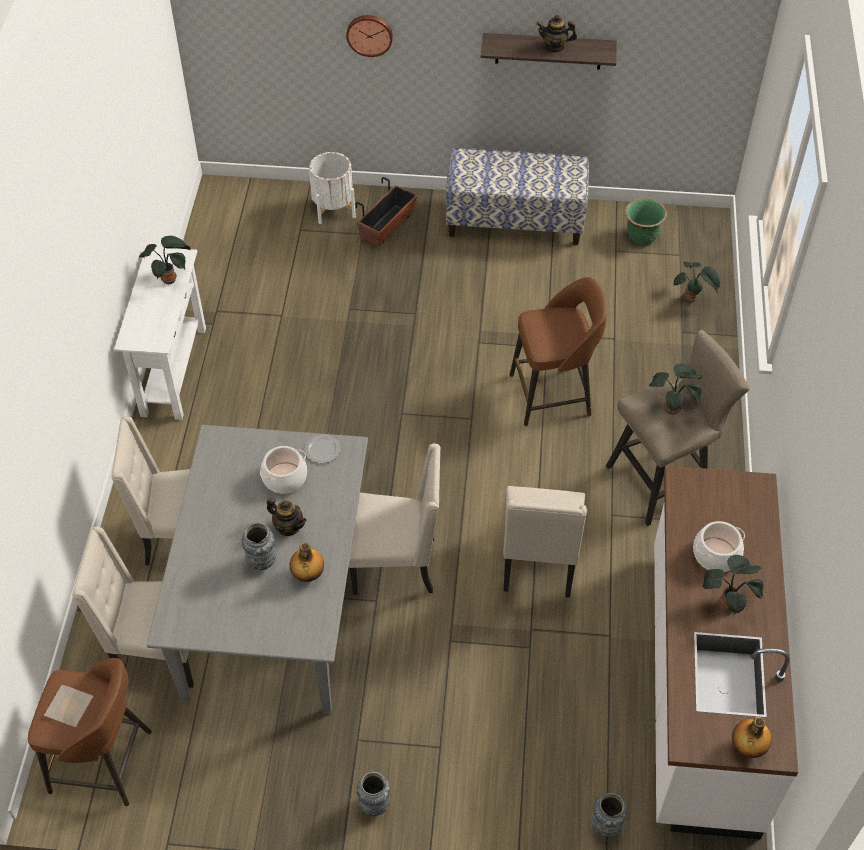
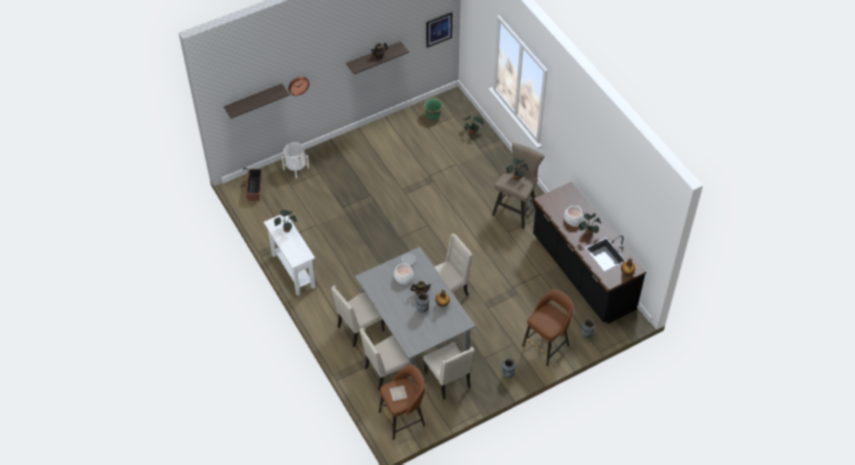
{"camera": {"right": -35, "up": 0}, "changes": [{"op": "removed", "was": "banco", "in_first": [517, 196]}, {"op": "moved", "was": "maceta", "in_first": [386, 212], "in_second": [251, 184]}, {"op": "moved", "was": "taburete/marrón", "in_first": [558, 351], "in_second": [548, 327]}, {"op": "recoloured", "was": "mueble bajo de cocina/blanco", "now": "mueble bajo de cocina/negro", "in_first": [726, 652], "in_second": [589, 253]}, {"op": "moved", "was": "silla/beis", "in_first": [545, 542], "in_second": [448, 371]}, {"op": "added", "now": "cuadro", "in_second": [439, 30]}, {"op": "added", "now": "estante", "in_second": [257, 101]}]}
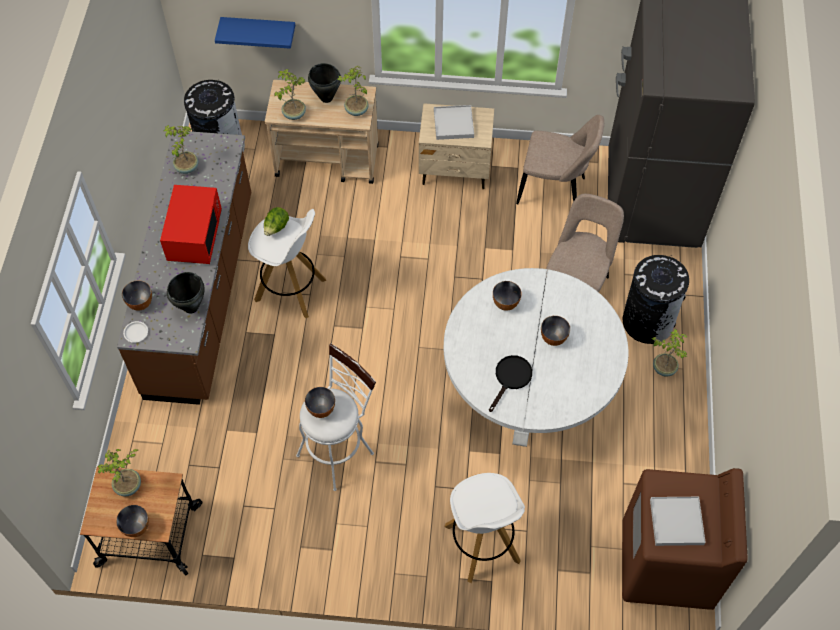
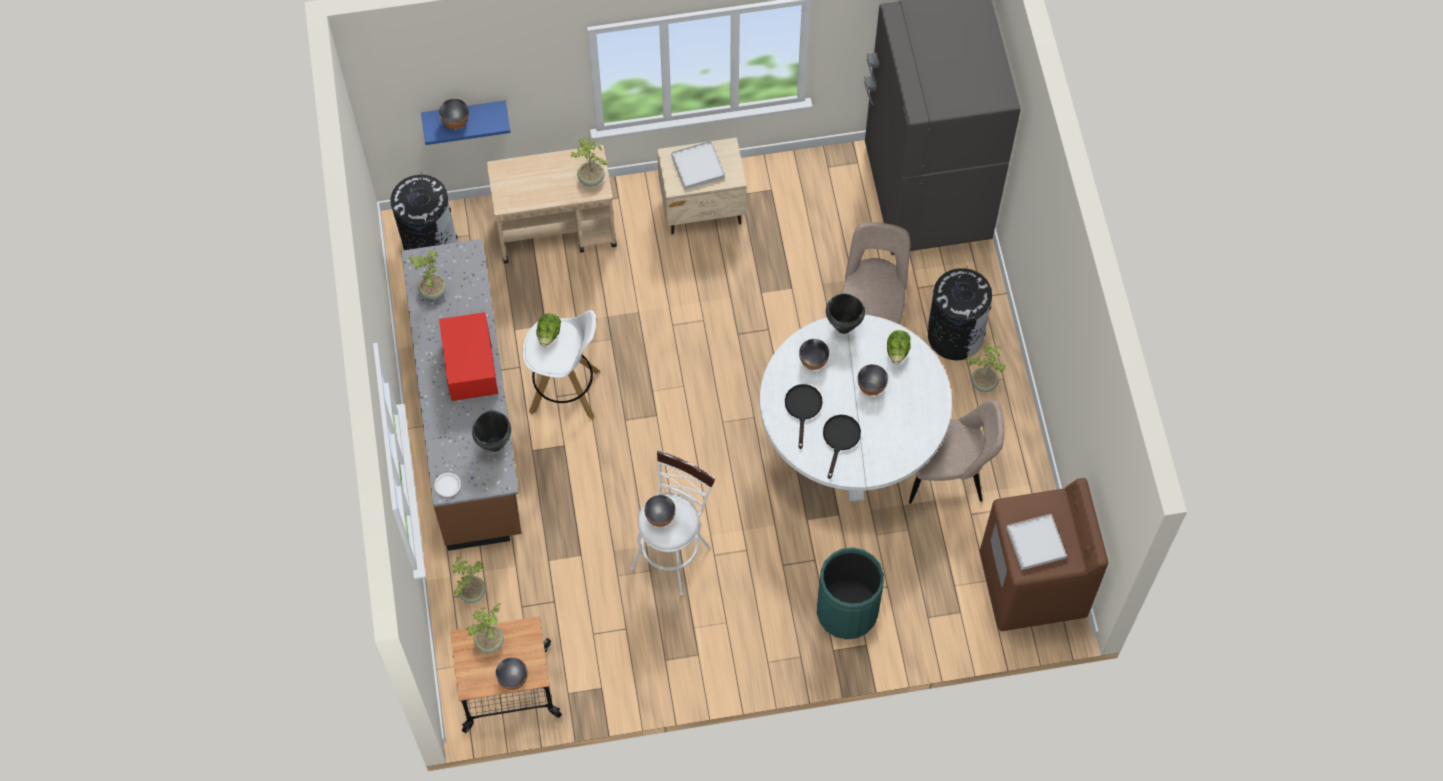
{"camera": {"right": -15, "up": 5}, "changes": [{"op": "moved", "was": "olla/negro", "in_first": [324, 83], "in_second": [845, 314]}, {"op": "moved", "was": "planta en maceta", "in_first": [290, 94], "in_second": [468, 579]}, {"op": "moved", "was": "silla/beis", "in_first": [560, 159], "in_second": [956, 452]}, {"op": "moved", "was": "cuenco", "in_first": [137, 295], "in_second": [454, 113]}, {"op": "replaced", "was": "taburete/blanco", "now": "papelera/verde", "in_first": [484, 528], "in_second": [850, 593]}, {"op": "added", "now": "lechuga", "in_second": [899, 347]}, {"op": "added", "now": "sartén/negro", "in_second": [804, 416]}]}
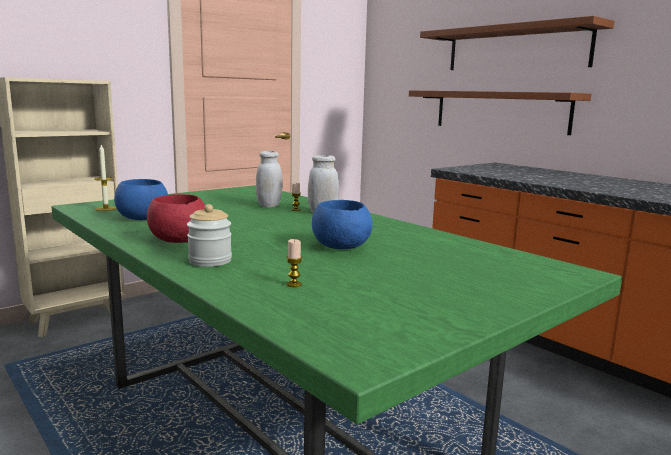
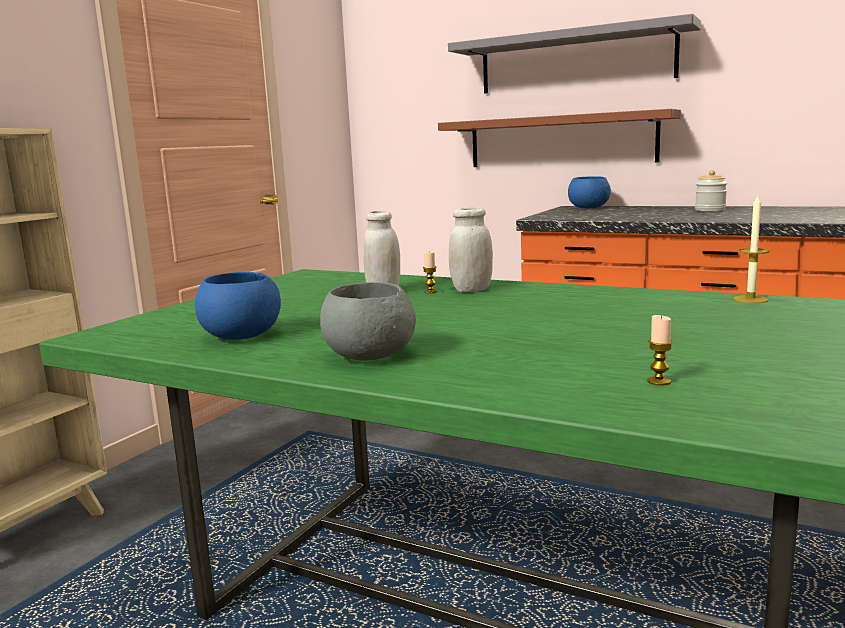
{"camera": {"right": -20, "up": 0}, "changes": [{"op": "recoloured", "was": "estante/marrón", "now": "estante/gris", "in_first": [517, 43], "in_second": [574, 54]}, {"op": "moved", "was": "vela", "in_first": [106, 178], "in_second": [751, 249]}, {"op": "recoloured", "was": "cuenco/rojo", "now": "cuenco/gris", "in_first": [176, 218], "in_second": [368, 321]}, {"op": "moved", "was": "cuenco/azul", "in_first": [342, 224], "in_second": [589, 192]}, {"op": "moved", "was": "tarro", "in_first": [209, 235], "in_second": [711, 190]}]}
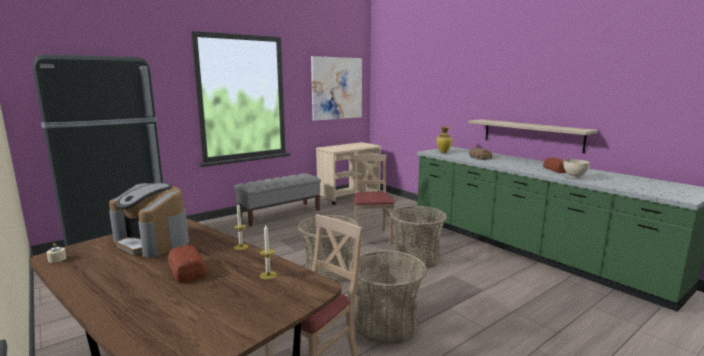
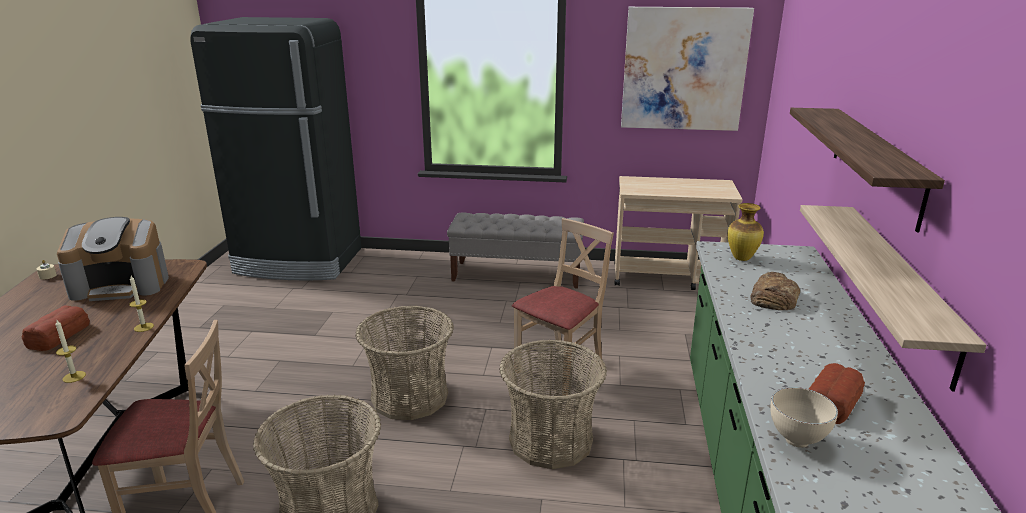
{"camera": {"right": 45, "up": 10}, "changes": [{"op": "turned", "was": "cafetera", "in_first": [149, 220], "in_second": [113, 259], "clockwise": -90}, {"op": "added", "now": "estante", "in_second": [867, 170]}]}
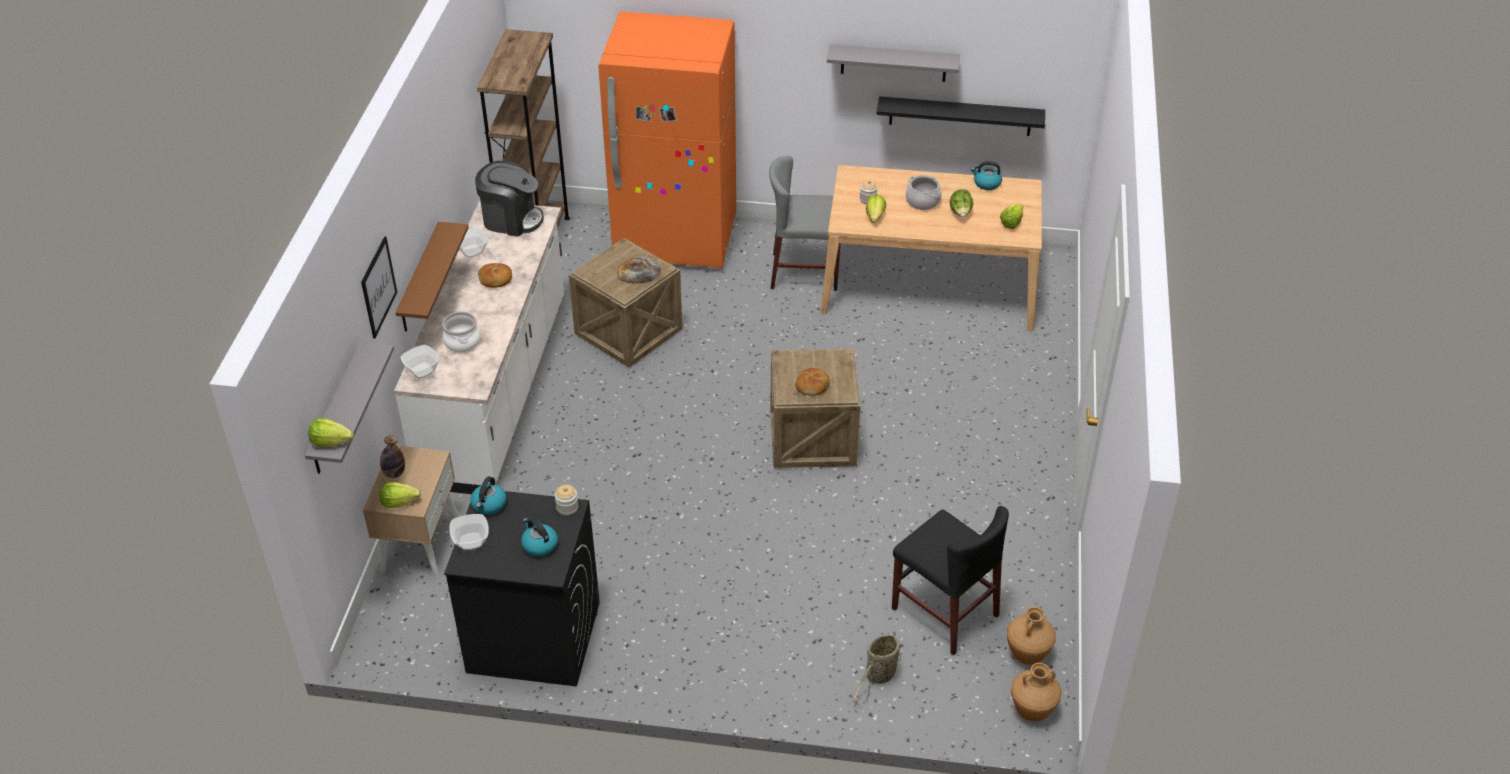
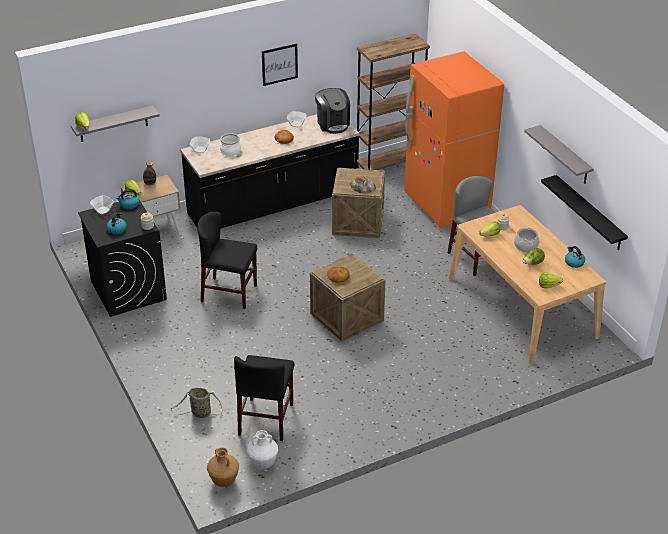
{"camera": {"right": 55, "up": -5}, "changes": [{"op": "recoloured", "was": "mueble bajo de cocina/blanco", "now": "mueble bajo de cocina/negro", "in_first": [479, 347], "in_second": [269, 171]}, {"op": "removed", "was": "estante/marrón", "in_first": [432, 277]}, {"op": "moved", "was": "cuadro", "in_first": [379, 287], "in_second": [280, 64]}, {"op": "recoloured", "was": "florero/marrón", "now": "florero/blanco", "in_first": [1031, 636], "in_second": [262, 449]}, {"op": "added", "now": "silla/negro", "in_second": [227, 260]}]}
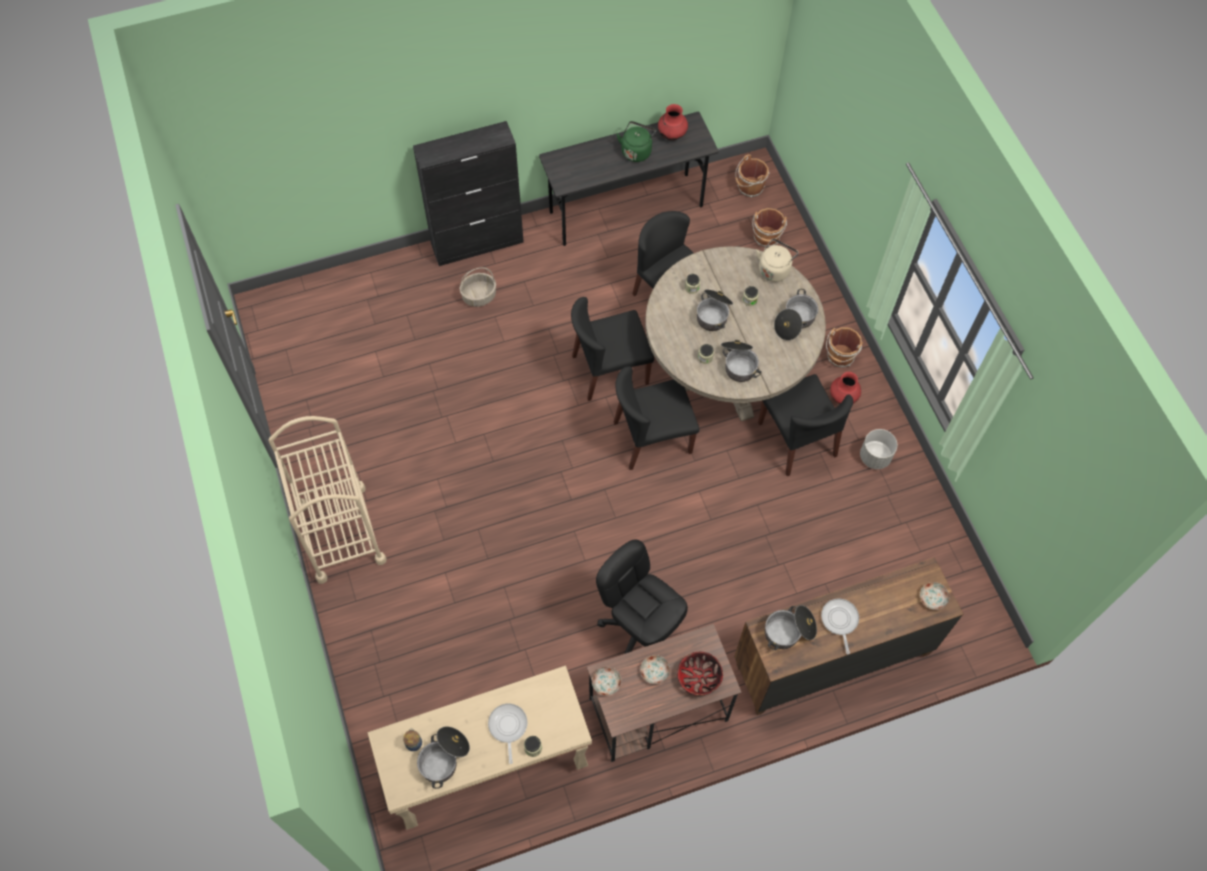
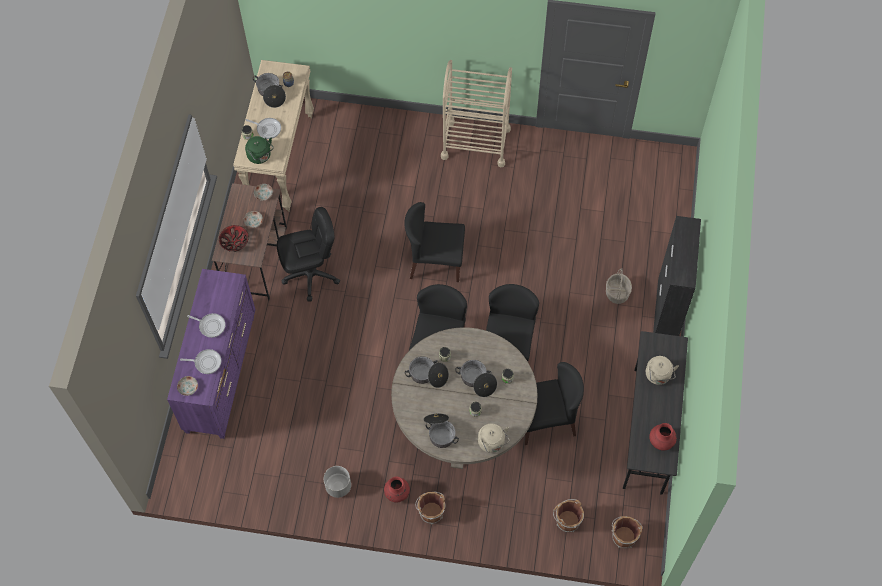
{"camera": {"right": 120, "up": 0}, "changes": [{"op": "moved", "was": "hervidor/verde", "in_first": [636, 141], "in_second": [259, 150]}, {"op": "moved", "was": "silla/negro", "in_first": [805, 425], "in_second": [434, 242]}, {"op": "recoloured", "was": "cómoda/marrón", "now": "cómoda/morado", "in_first": [848, 636], "in_second": [211, 354]}, {"op": "removed", "was": "olla", "in_first": [791, 627]}, {"op": "added", "now": "sartén", "in_second": [200, 361]}, {"op": "added", "now": "hervidor/beis", "in_second": [662, 370]}]}
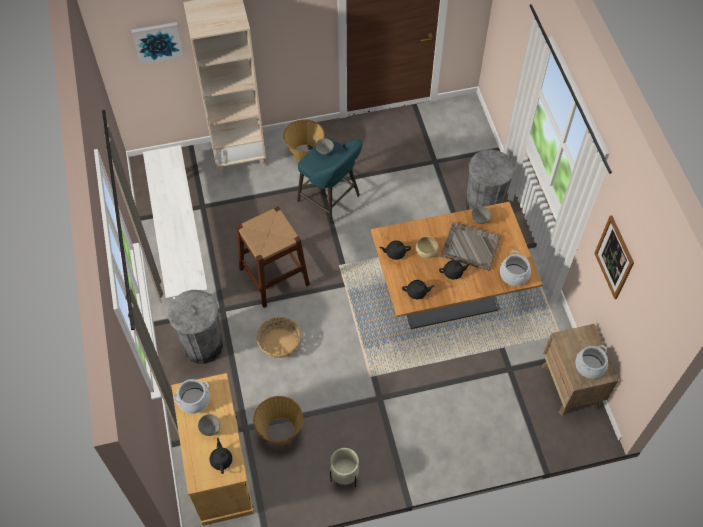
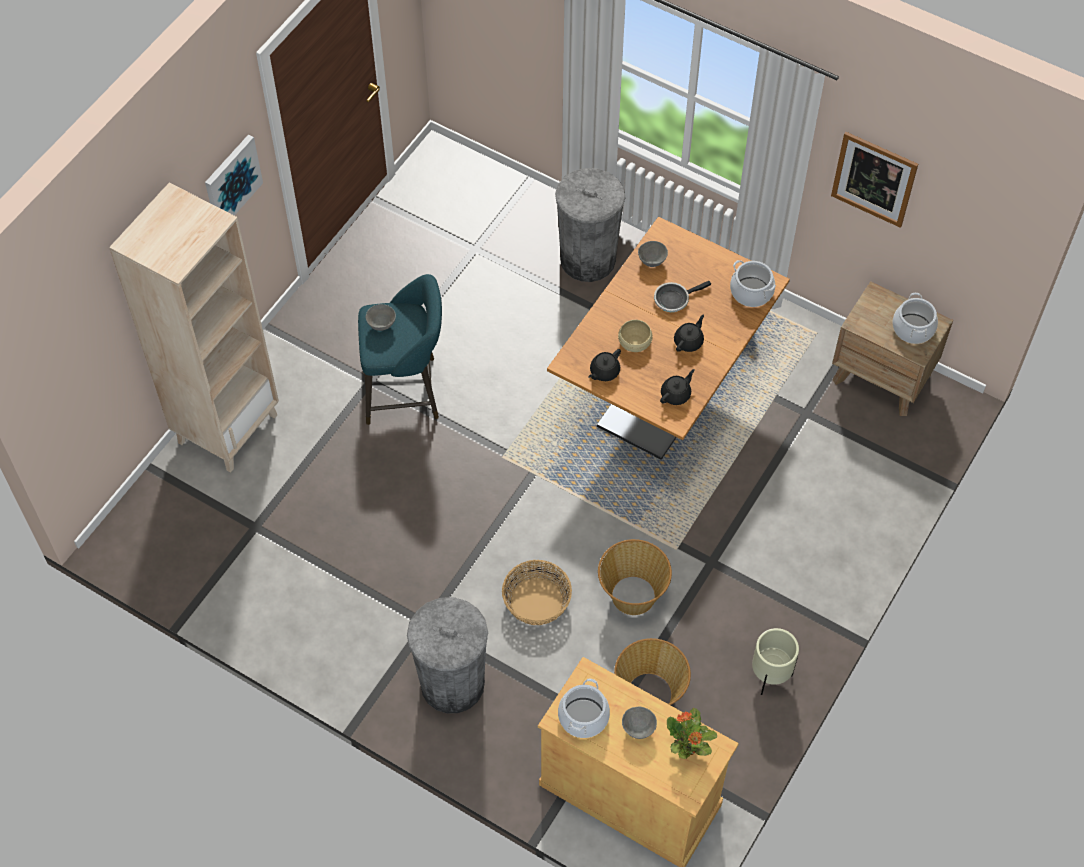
{"camera": {"right": -45, "up": 0}, "changes": [{"op": "moved", "was": "cuadro", "in_first": [158, 43], "in_second": [234, 175]}, {"op": "moved", "was": "cesta", "in_first": [304, 140], "in_second": [635, 577]}, {"op": "removed", "was": "banco/blanco", "in_first": [175, 222]}, {"op": "removed", "was": "taburete/marrón", "in_first": [273, 257]}, {"op": "replaced", "was": "bandeja/gris", "now": "sartén", "in_first": [471, 246], "in_second": [682, 296]}, {"op": "replaced", "was": "tetera/negro", "now": "planta en maceta", "in_first": [221, 456], "in_second": [692, 733]}]}
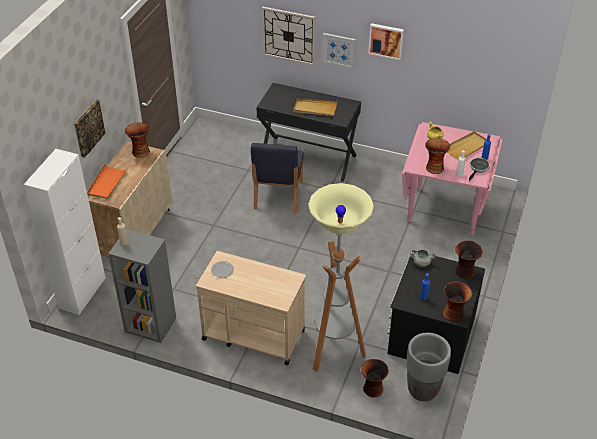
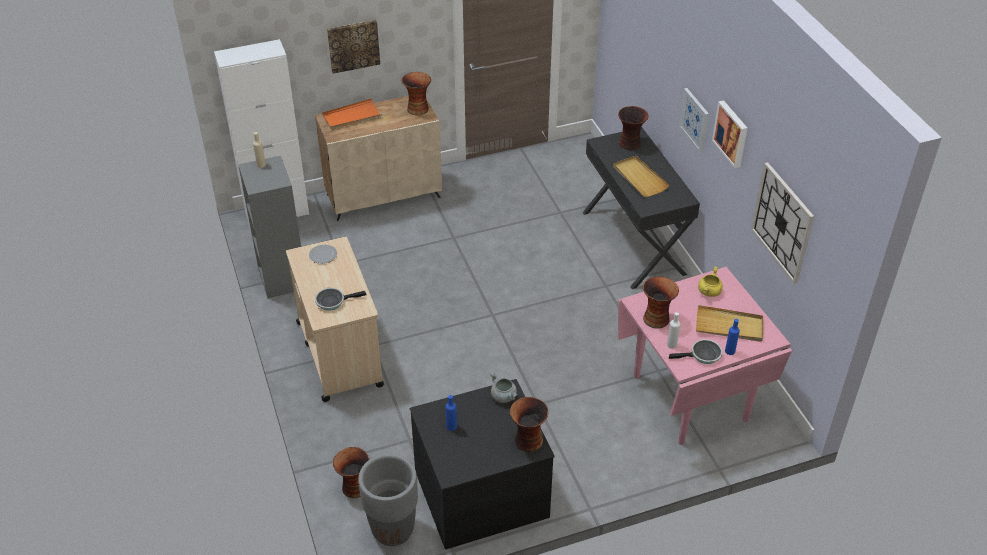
{"camera": {"right": 50, "up": 0}, "changes": [{"op": "moved", "was": "reloj de pared", "in_first": [288, 36], "in_second": [782, 223]}, {"op": "removed", "was": "silla/azul", "in_first": [277, 178]}, {"op": "removed", "was": "lámpara de pie", "in_first": [341, 277]}, {"op": "moved", "was": "florero", "in_first": [457, 302], "in_second": [633, 128]}, {"op": "added", "now": "sartén", "in_second": [341, 299]}]}
